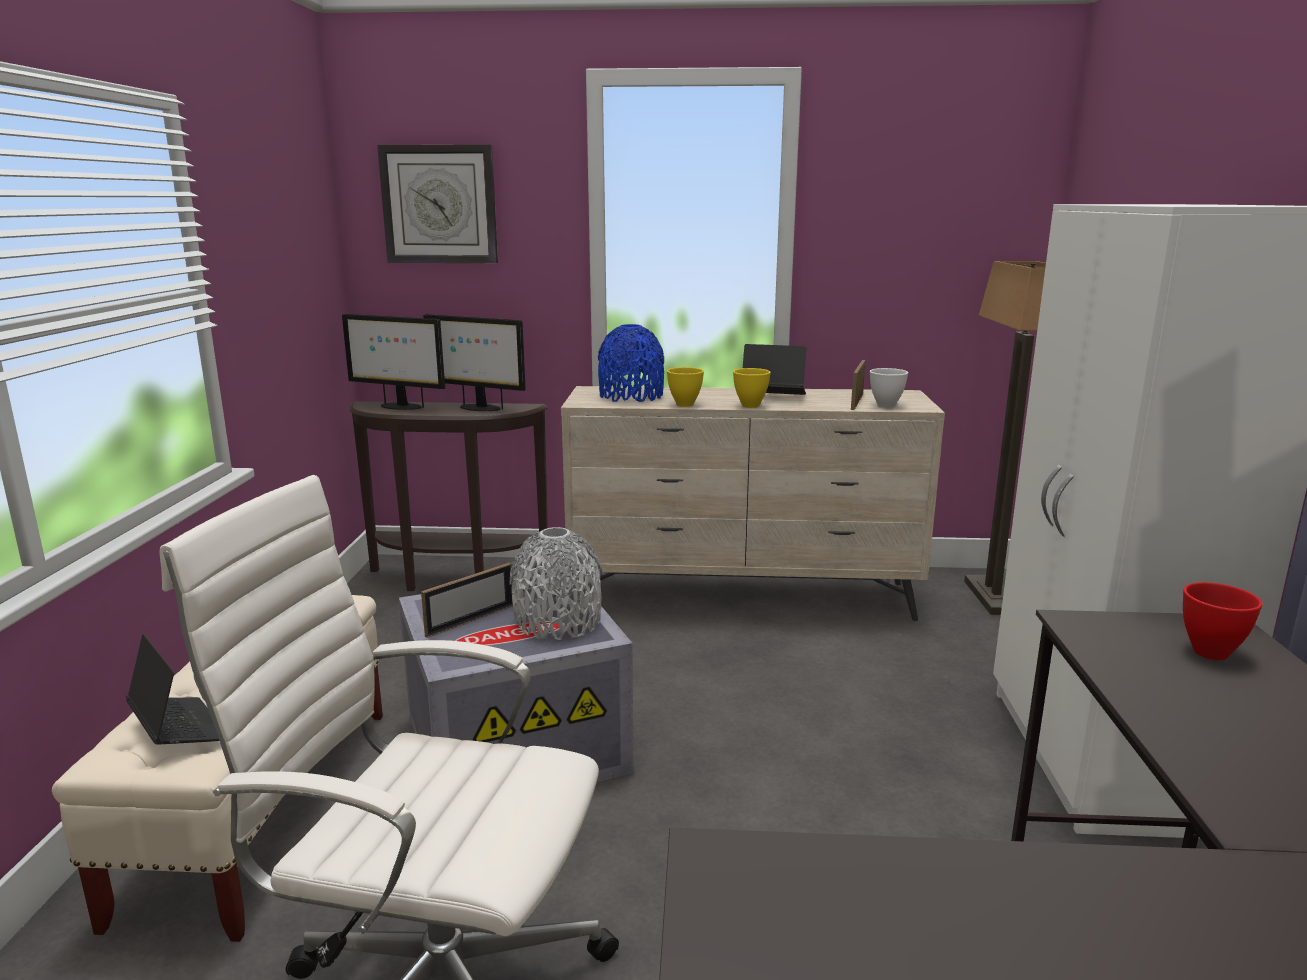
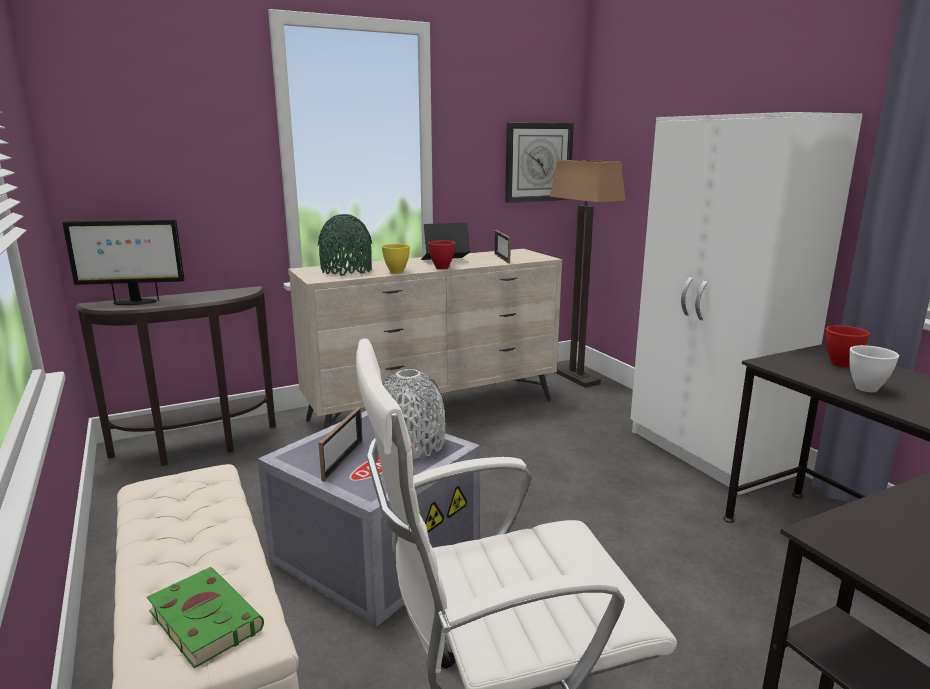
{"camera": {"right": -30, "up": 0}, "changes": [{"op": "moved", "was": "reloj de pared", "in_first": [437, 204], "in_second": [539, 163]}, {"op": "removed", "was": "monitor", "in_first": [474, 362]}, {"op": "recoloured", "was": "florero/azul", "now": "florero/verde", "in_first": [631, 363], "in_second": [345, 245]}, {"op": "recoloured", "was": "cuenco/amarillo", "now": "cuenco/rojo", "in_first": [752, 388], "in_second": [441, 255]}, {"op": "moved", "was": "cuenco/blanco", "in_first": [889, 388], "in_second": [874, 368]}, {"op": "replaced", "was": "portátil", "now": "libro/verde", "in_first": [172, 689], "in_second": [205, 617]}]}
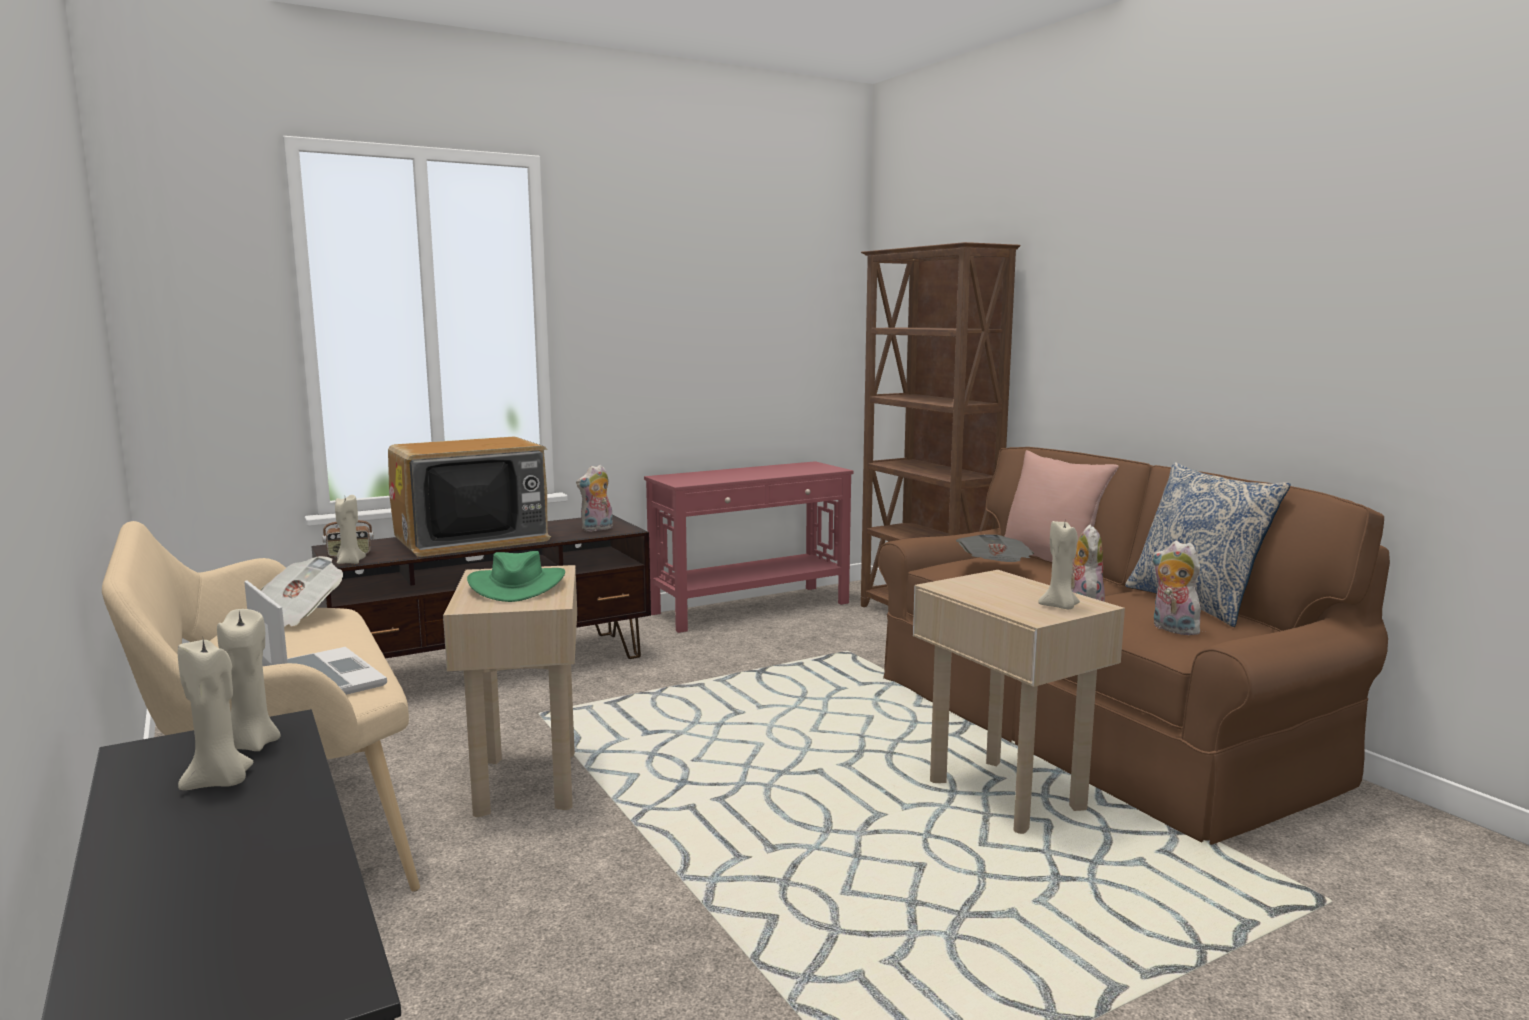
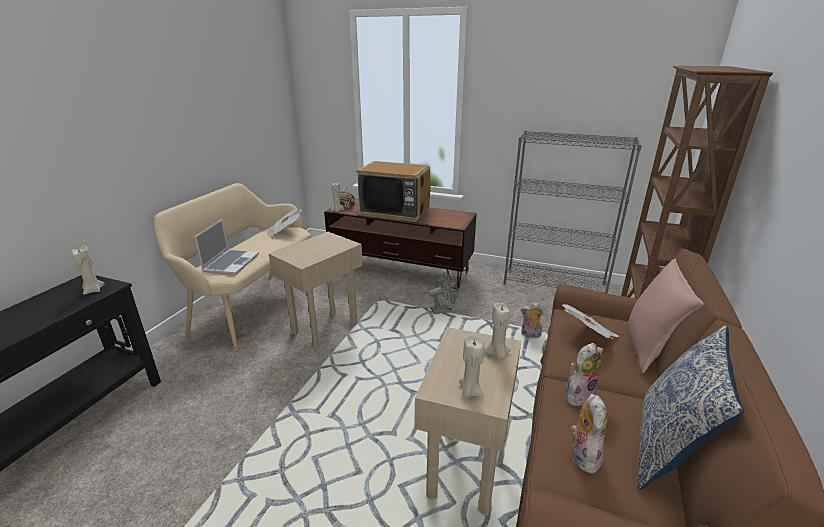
{"camera": {"right": 50, "up": 15}, "changes": [{"op": "replaced", "was": "mesa consola/rojo", "now": "estantería/gris", "in_first": [748, 547], "in_second": [573, 212]}, {"op": "moved", "was": "peluche", "in_first": [594, 498], "in_second": [532, 320]}, {"op": "removed", "was": "sombrero/verde", "in_first": [516, 576]}, {"op": "moved", "was": "vela/beis", "in_first": [215, 715], "in_second": [497, 331]}, {"op": "added", "now": "ventilador/gris", "in_second": [443, 293]}]}
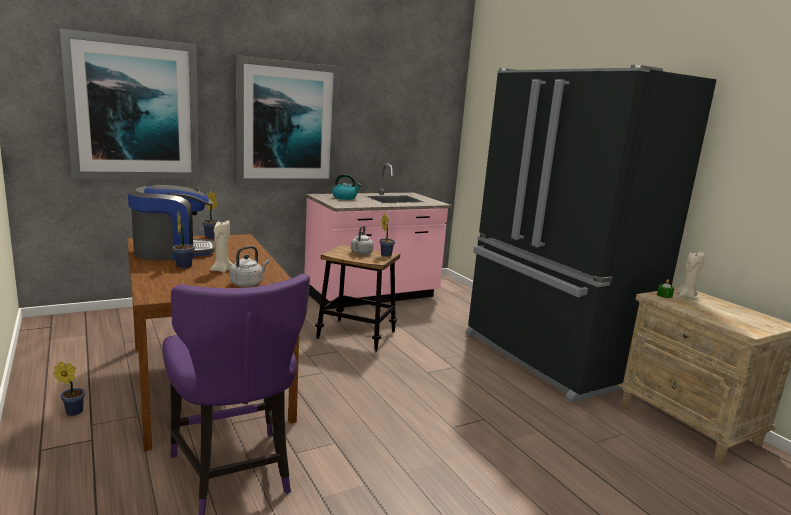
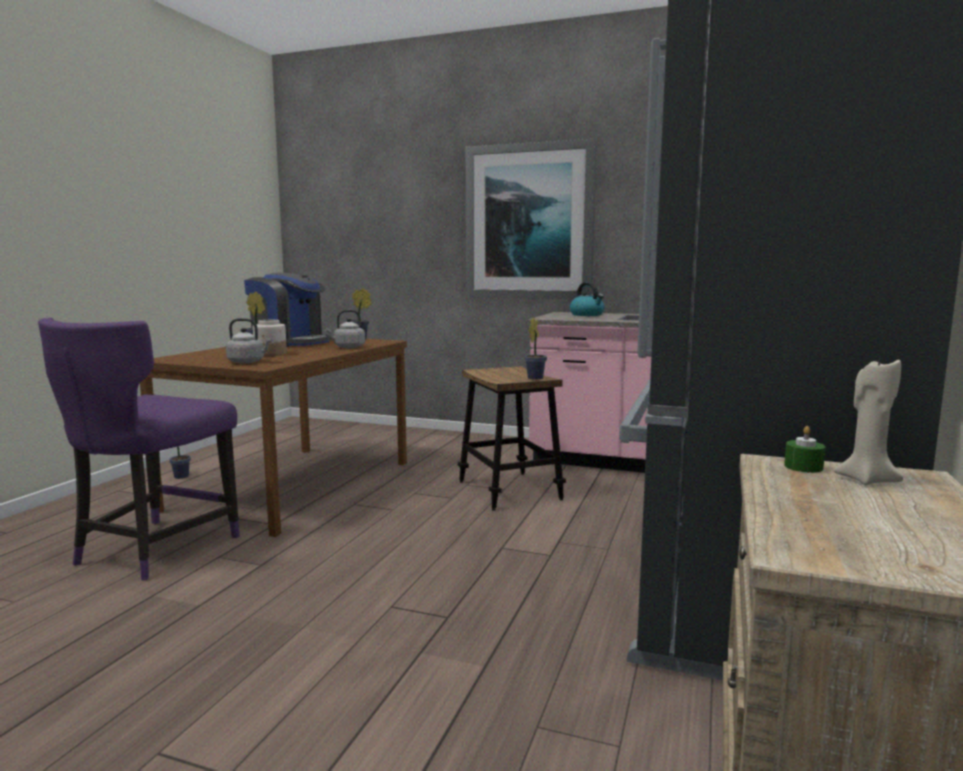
{"camera": {"right": 50, "up": -5}, "changes": [{"op": "removed", "was": "cuadro", "in_first": [129, 104]}, {"op": "replaced", "was": "vela/beis", "now": "tarro", "in_first": [221, 246], "in_second": [270, 338]}, {"op": "moved", "was": "hervidor/gris", "in_first": [362, 240], "in_second": [345, 329]}]}
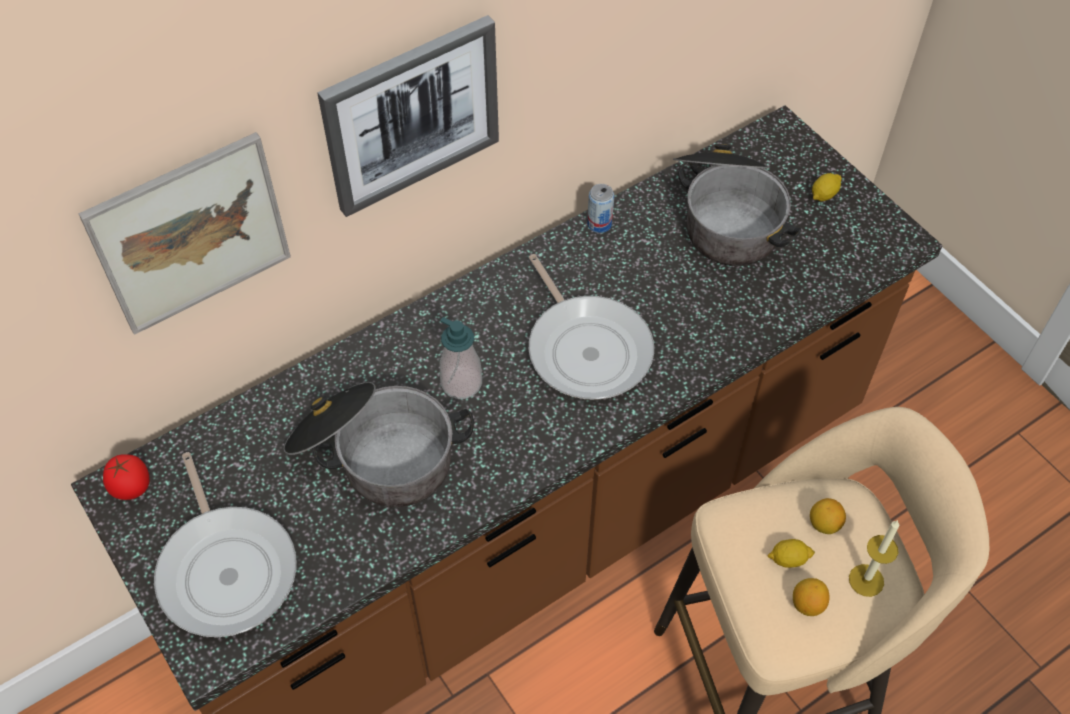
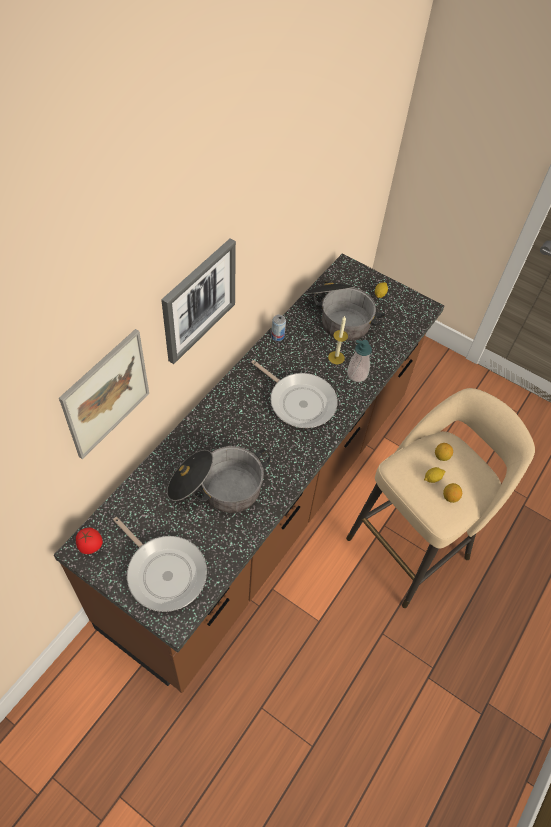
{"camera": {"right": -25, "up": 0}, "changes": [{"op": "moved", "was": "dispensador de jabón", "in_first": [461, 358], "in_second": [359, 361]}, {"op": "moved", "was": "vela", "in_first": [874, 558], "in_second": [338, 340]}]}
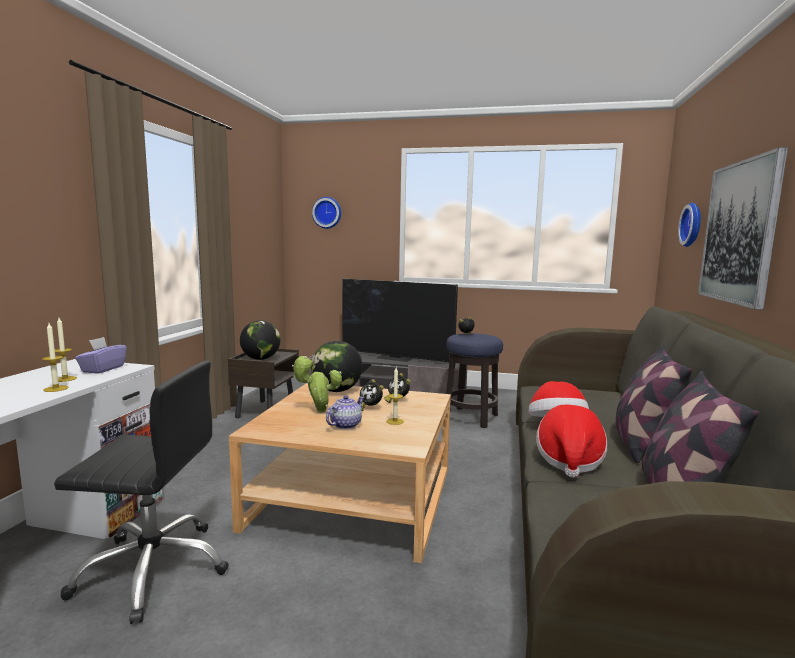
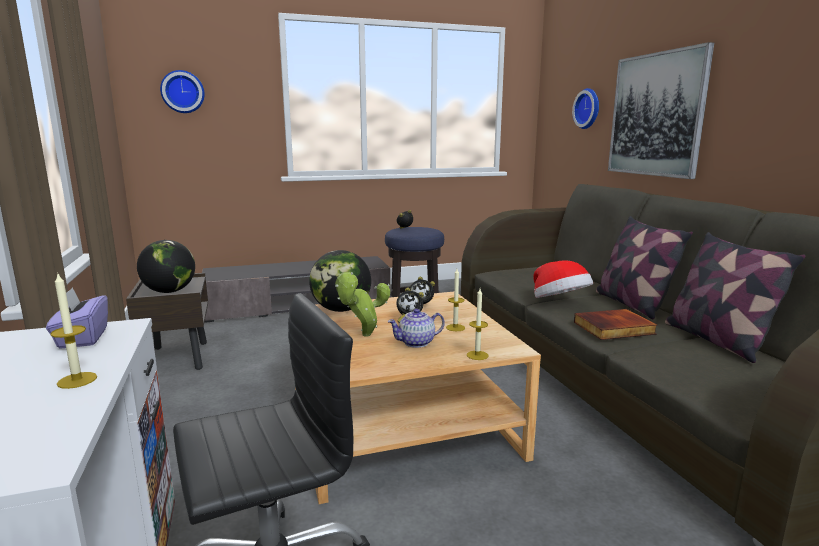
{"camera": {"right": -30, "up": 5}, "changes": [{"op": "removed", "was": "televisor", "in_first": [400, 320]}, {"op": "moved", "was": "vela", "in_first": [66, 350], "in_second": [477, 324]}, {"op": "turned", "was": "tetera", "in_first": [345, 412], "in_second": [416, 328], "clockwise": -120}, {"op": "replaced", "was": "sombrero", "now": "libro", "in_first": [571, 441], "in_second": [615, 324]}]}
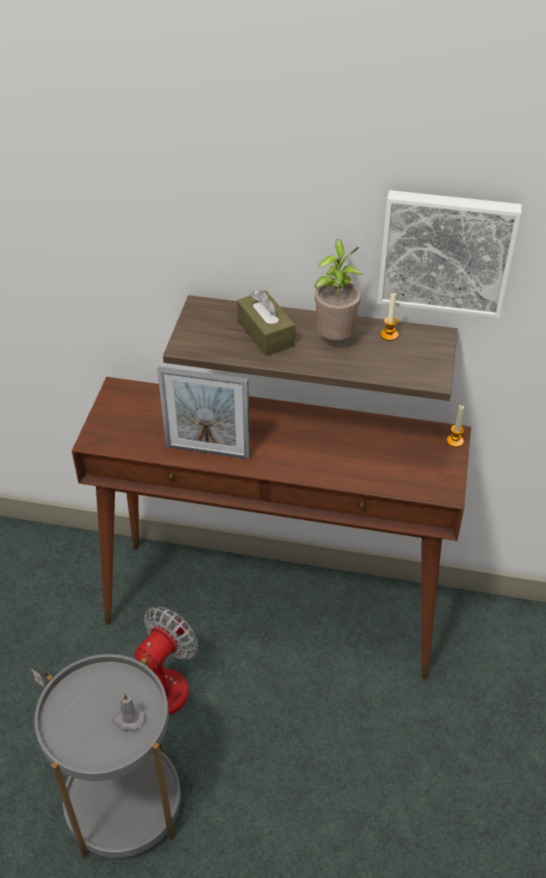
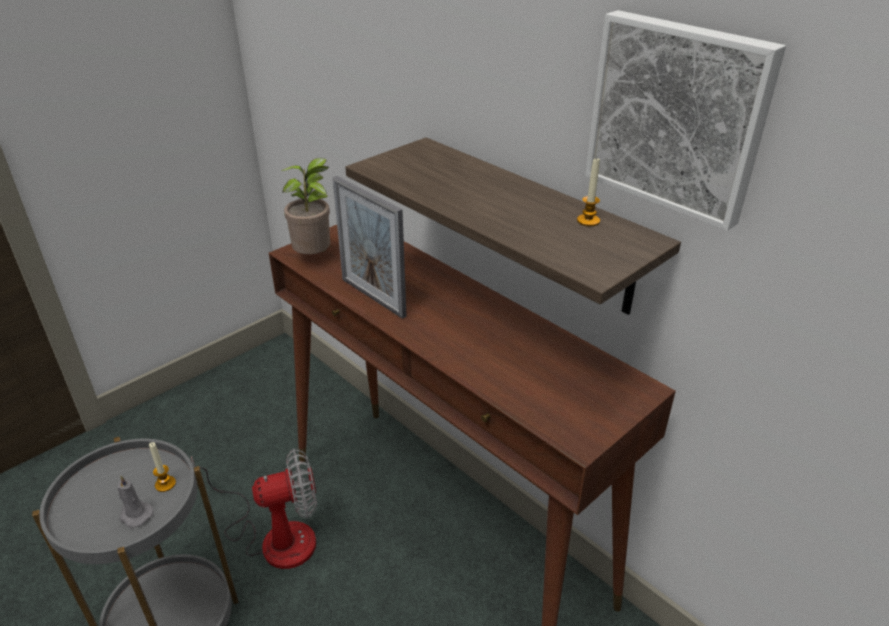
{"camera": {"right": 35, "up": -10}, "changes": [{"op": "moved", "was": "planta en maceta", "in_first": [339, 289], "in_second": [305, 206]}, {"op": "removed", "was": "caja de pañuelos/marrón", "in_first": [266, 323]}, {"op": "moved", "was": "vela", "in_first": [455, 426], "in_second": [162, 467]}]}
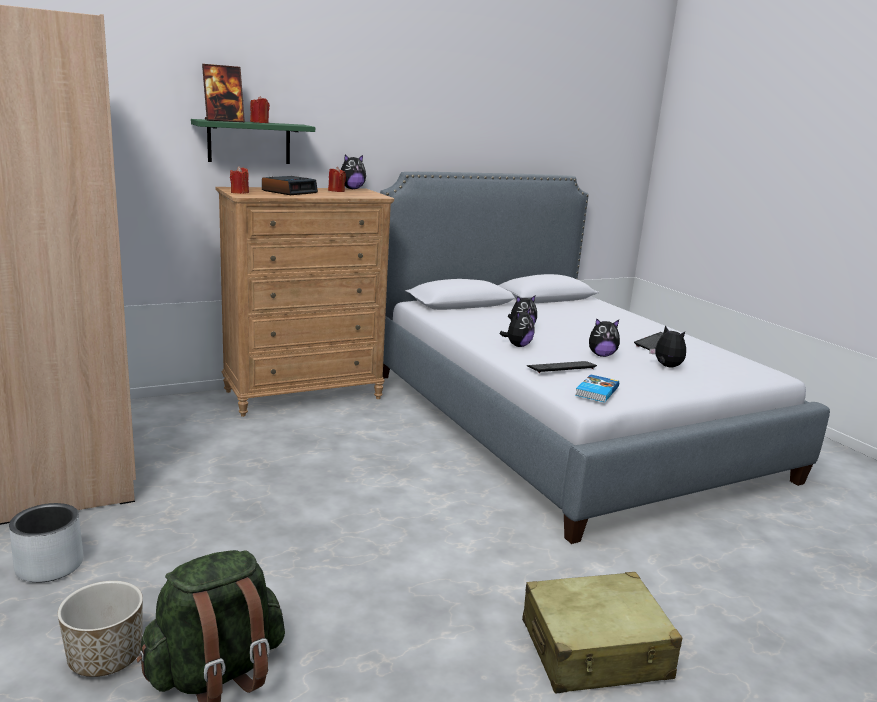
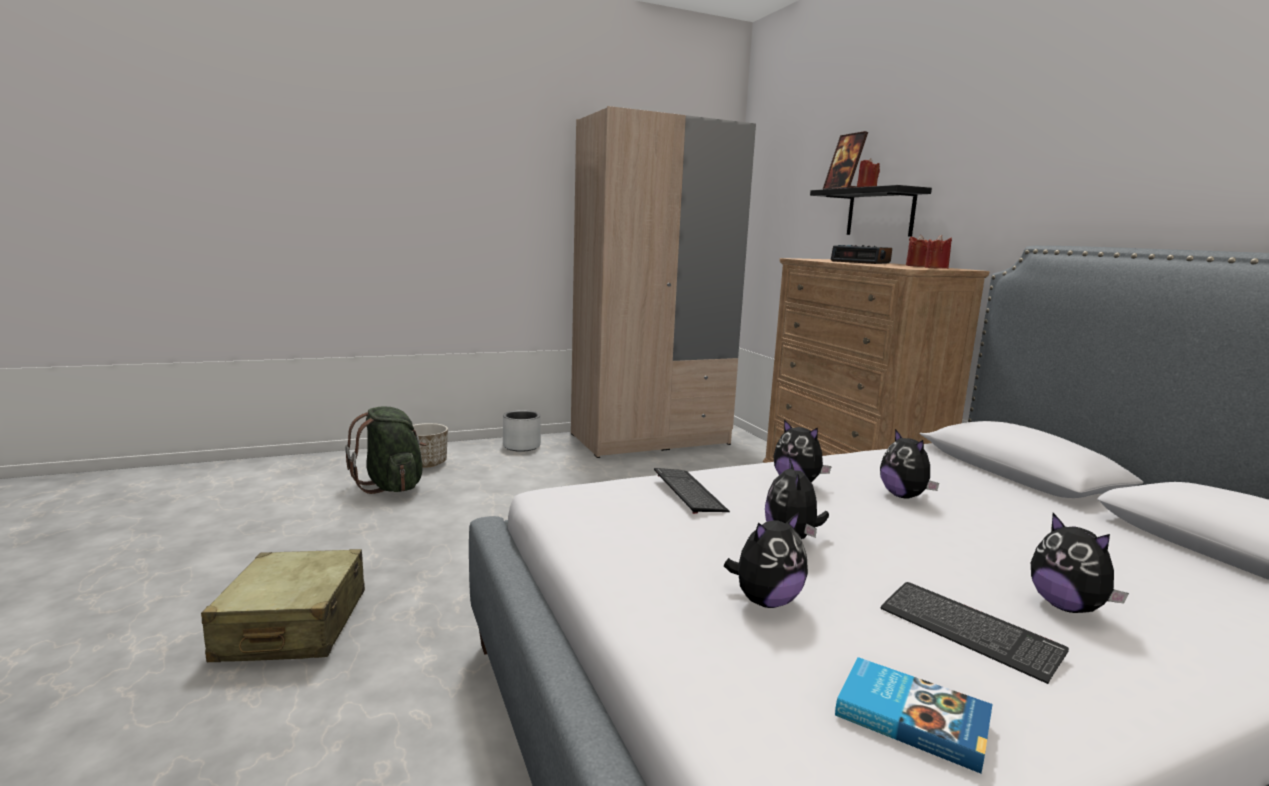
{"camera": {"right": 95, "up": -5}, "changes": [{"op": "recoloured", "was": "estante/verde", "now": "estante/negro", "in_first": [253, 141], "in_second": [871, 211]}, {"op": "moved", "was": "peluche", "in_first": [353, 172], "in_second": [1080, 563]}, {"op": "moved", "was": "vela/rojo", "in_first": [239, 180], "in_second": [938, 252]}, {"op": "moved", "was": "libro", "in_first": [597, 388], "in_second": [914, 715]}]}
